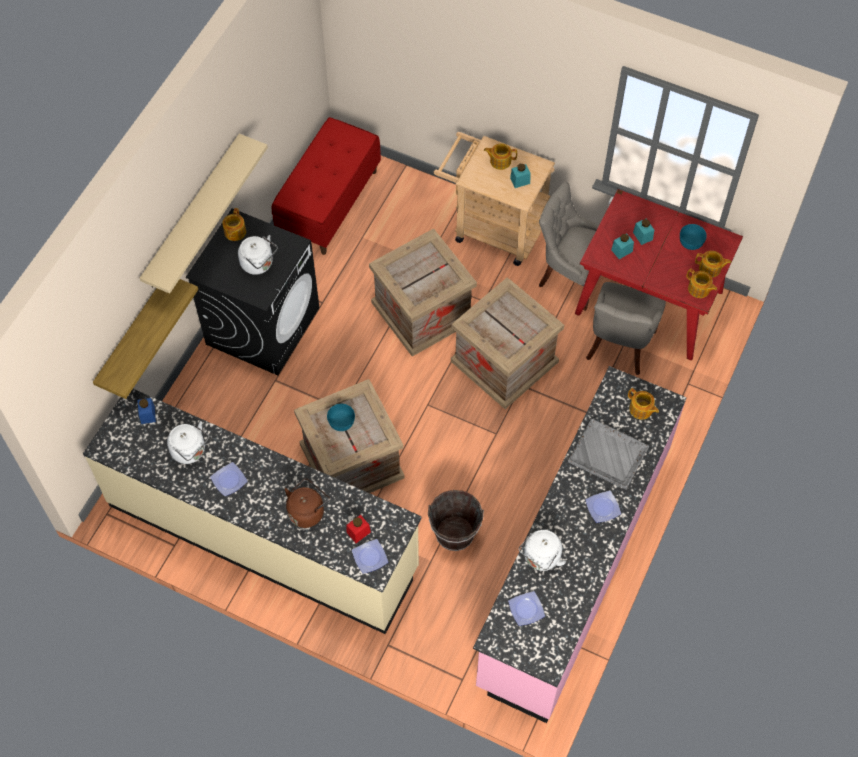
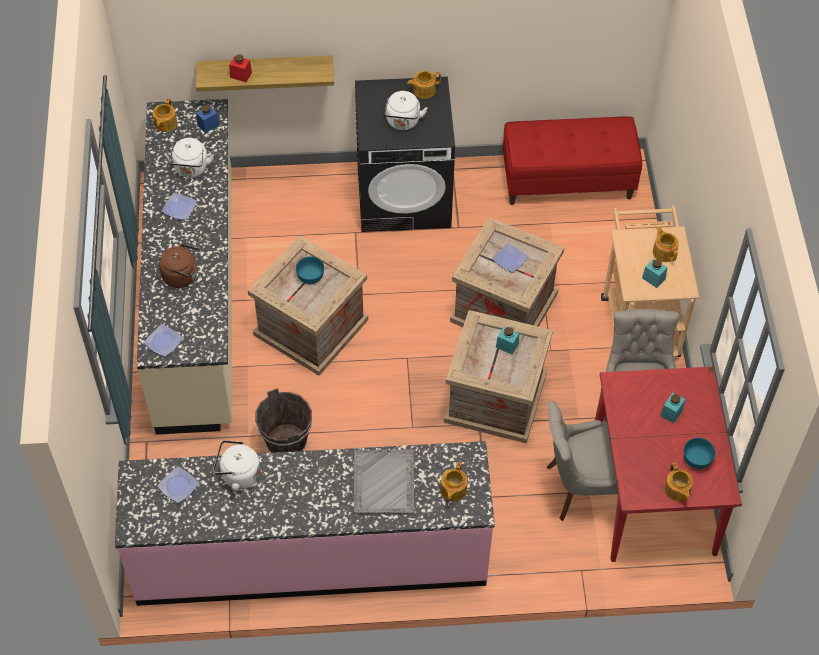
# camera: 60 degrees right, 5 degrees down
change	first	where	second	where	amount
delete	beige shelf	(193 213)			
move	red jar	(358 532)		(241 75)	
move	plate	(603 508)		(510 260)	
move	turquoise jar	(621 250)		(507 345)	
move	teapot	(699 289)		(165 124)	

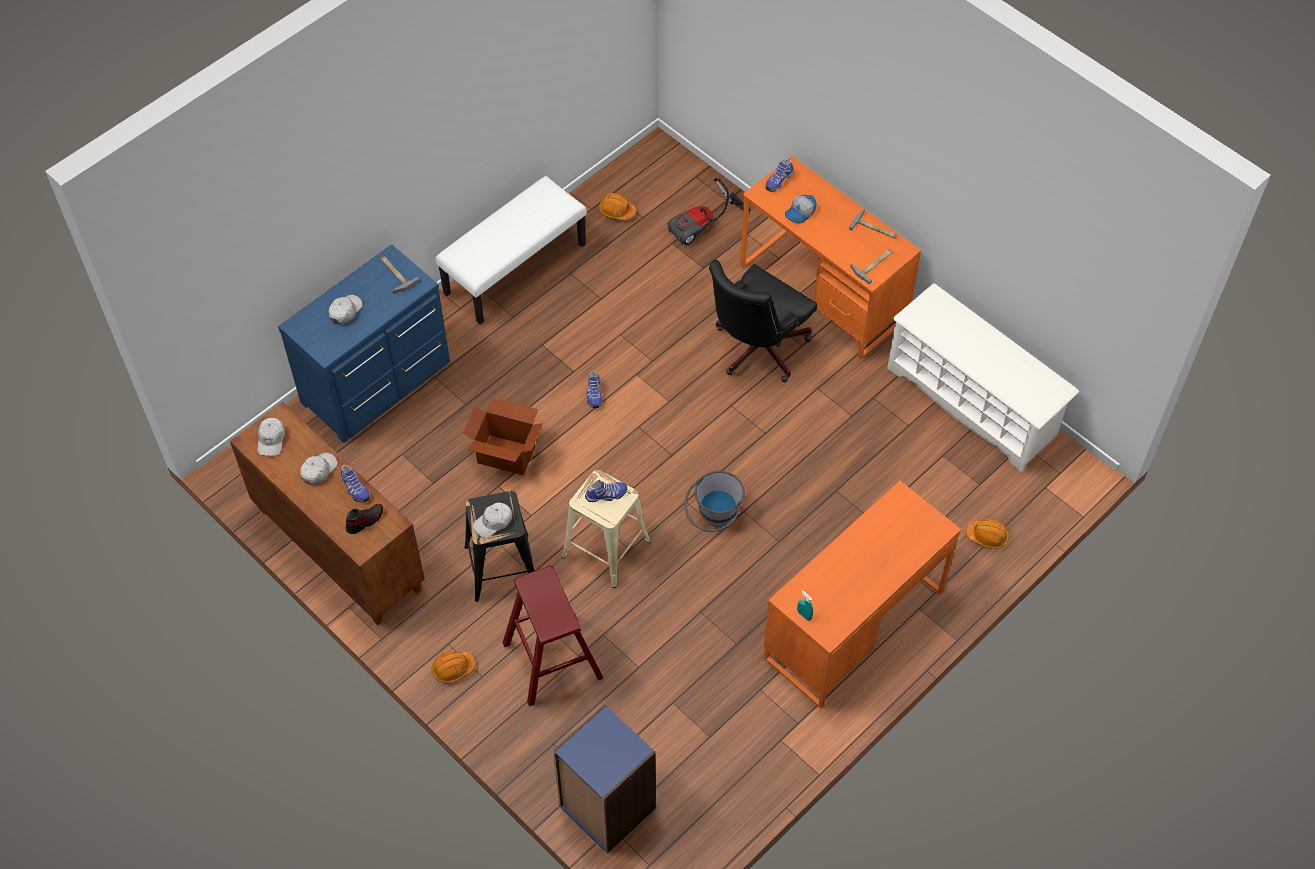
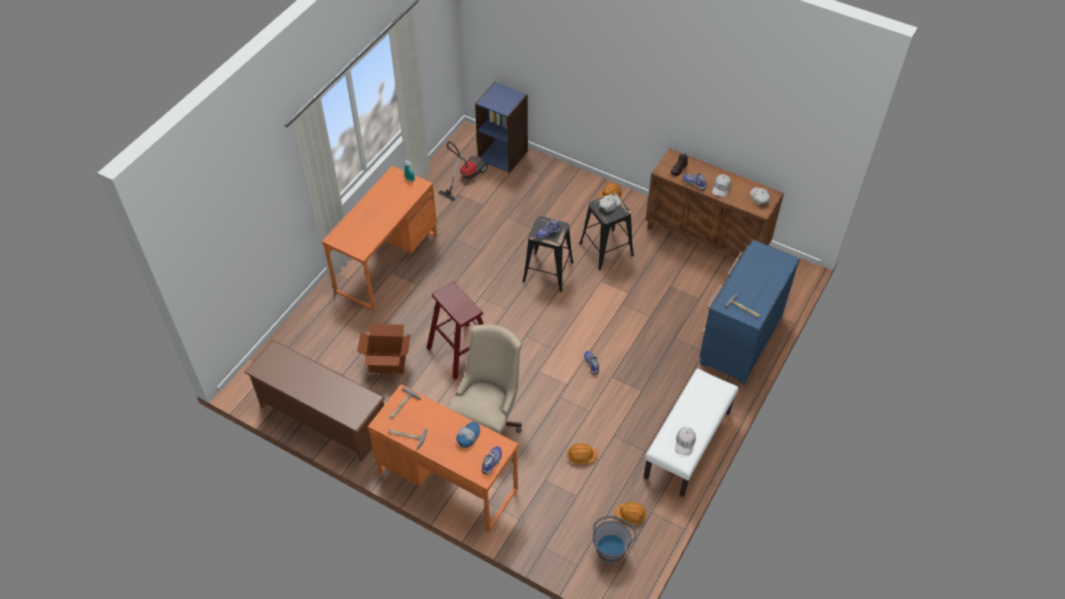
# camera: 165 degrees right, 5 degrees down
change	first	where	second	where	amount
move	white cap	(345 311)		(685 443)	
move	cardboard box	(506 454)		(387 363)	
move	red stool	(552 660)		(461 351)	
move	vacuum cleaner	(704 226)		(465 176)	
move	grey bucket	(714 518)		(611 547)	
move	orange hard hat	(987 536)		(581 456)	
recolor	beige stool	(605 549)	black stool	(548 271)	
recolor	black office chair	(756 350)	beige office chair	(488 421)	
recolor	white shoe rack	(973 402)	brown shoe rack	(323 417)	

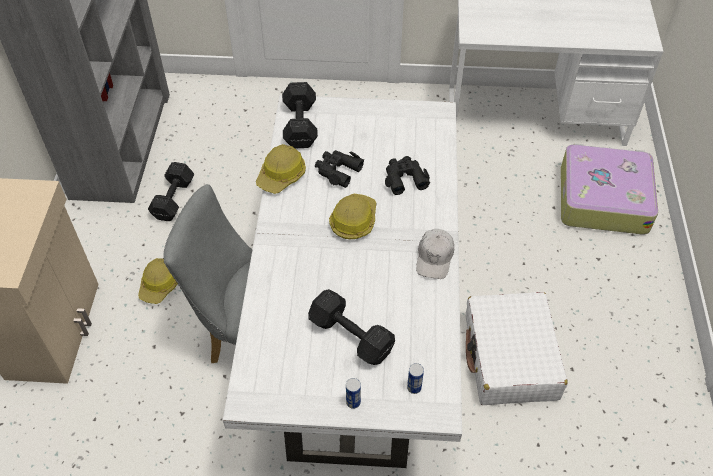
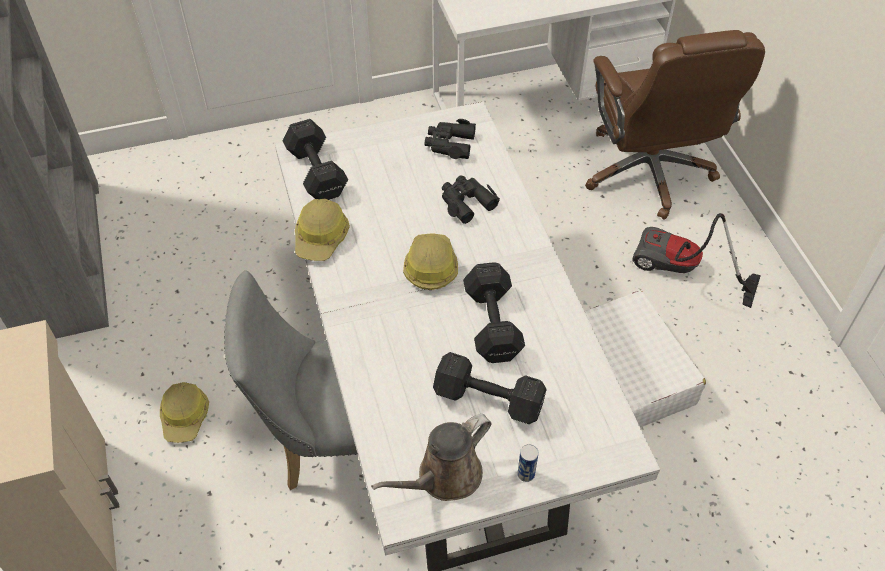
# camera: 20 degrees left, 0 degrees up
change	first	where	second	where	amount
delete	can	(414 388)			
delete	white cap	(434 258)			
insert			brown watering can	(444 477)	
insert			vacuum cleaner	(681 272)	
move	black dumbbell	(174 198)		(493 322)	
move	black binoculars	(337 171)		(449 144)	
replace	suitcase	(602 198)	brown office chair	(648 172)	

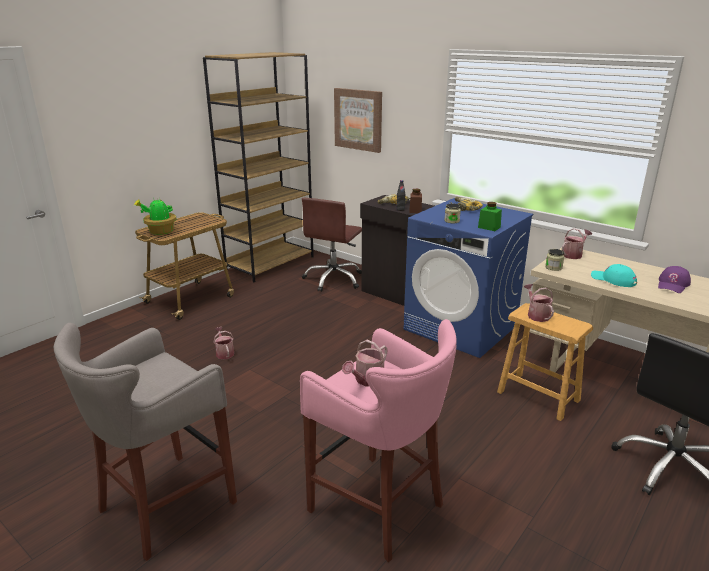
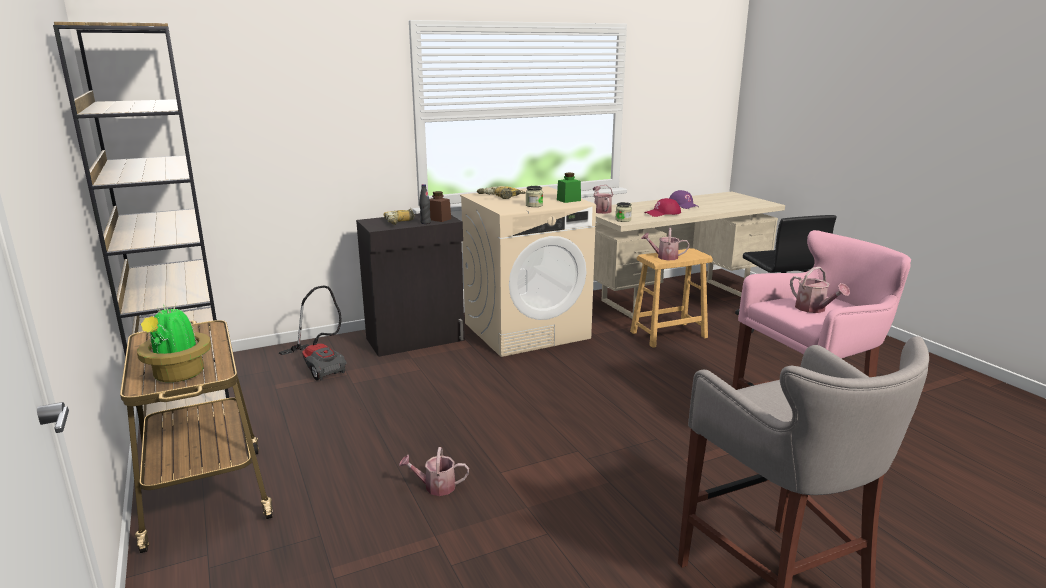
# camera: 65 degrees left, 5 degrees down
change	first	where	second	where	amount
delete	picture	(358 119)			
replace	brown office chair	(334 279)	vacuum cleaner	(320 365)	
recolor	blue washing machine	(461 327)	beige washing machine	(527 330)	
recolor	turquoise cap	(613 280)	red cap	(663 213)	

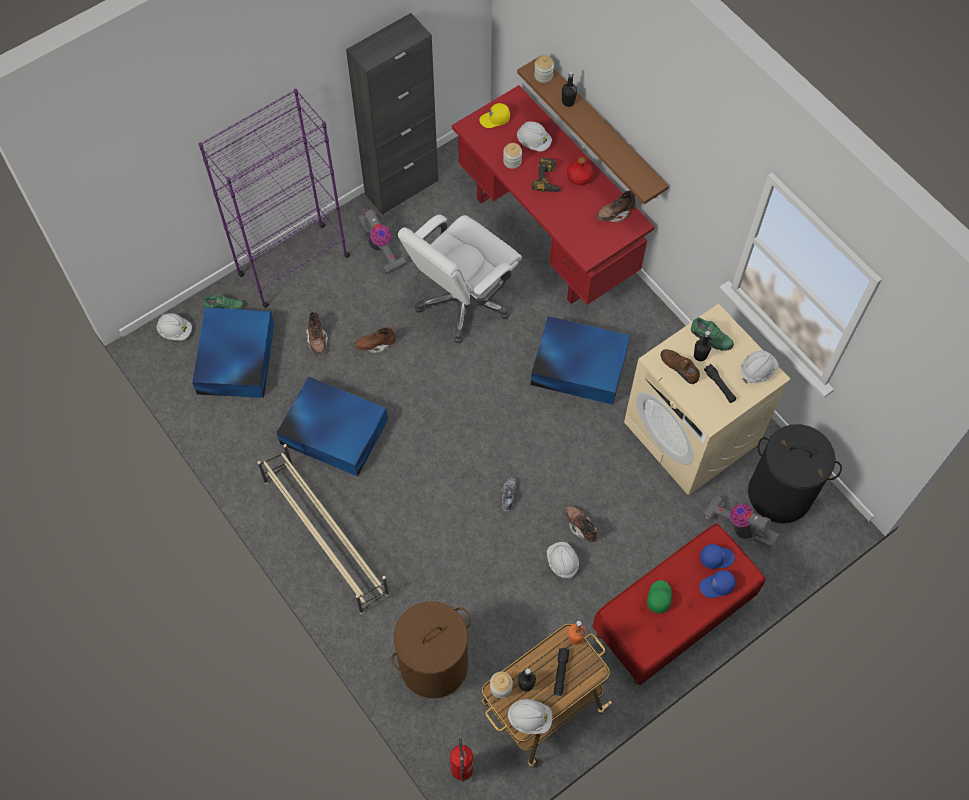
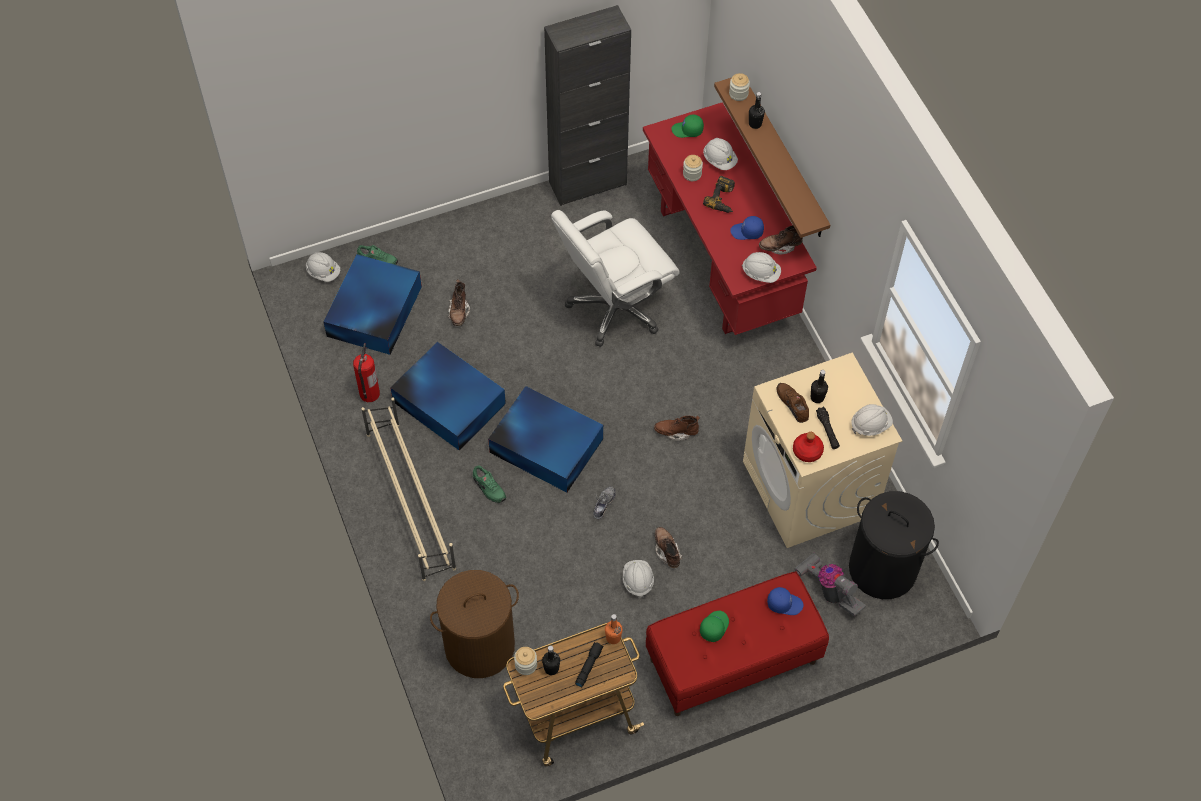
# camera: 15 degrees right, 5 degrees down
change	first	where	second	where	amount
delete	purple bookcase	(293 266)			
delete	vacuum cleaner	(381 248)			
move	brown boot	(376 344)		(676 432)	
move	fire extinguisher	(462 769)		(369 394)	
move	white hard hat	(530 718)		(761 273)	
move	blue storage box	(578 365)		(545 444)	
move	red bottle	(579 177)		(807 452)	
move	green shoe	(711 338)		(488 488)	
move	blue cap	(716 586)		(747 232)	
recolor	yellow cap	(495 119)	green cap	(687 130)	

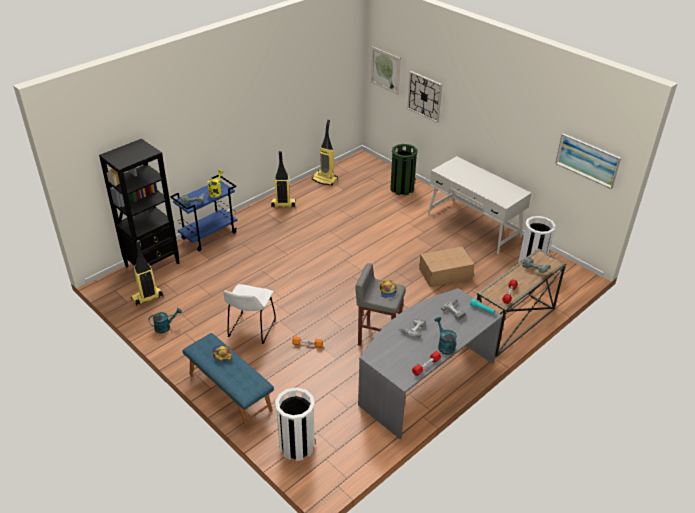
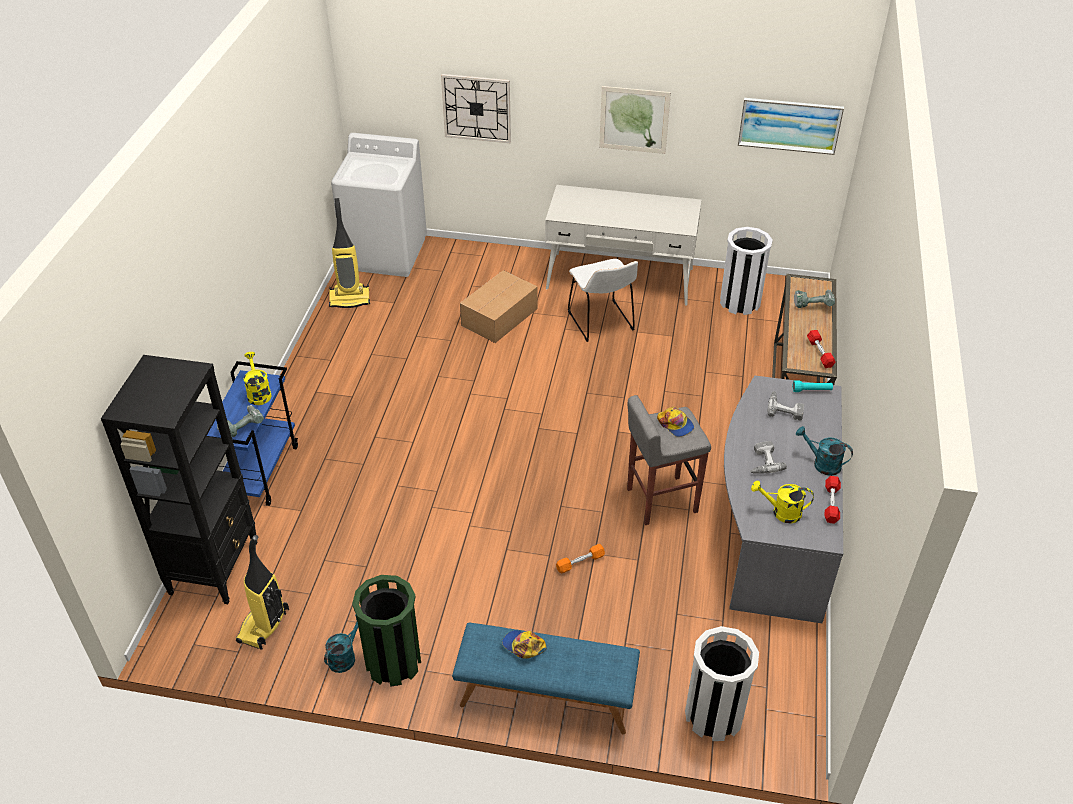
# camera: 35 degrees left, 5 degrees up
change	first	where	second	where	amount
delete	vacuum cleaner	(283 204)			
insert			white washing machine	(386 254)	
insert			yellow watering can	(781 512)	
move	white chair	(251 330)		(602 323)	
move	picture	(385 70)		(634 120)	
move	green trash can	(402 188)		(393 662)	
move	cardboard box	(446 274)		(500 316)	

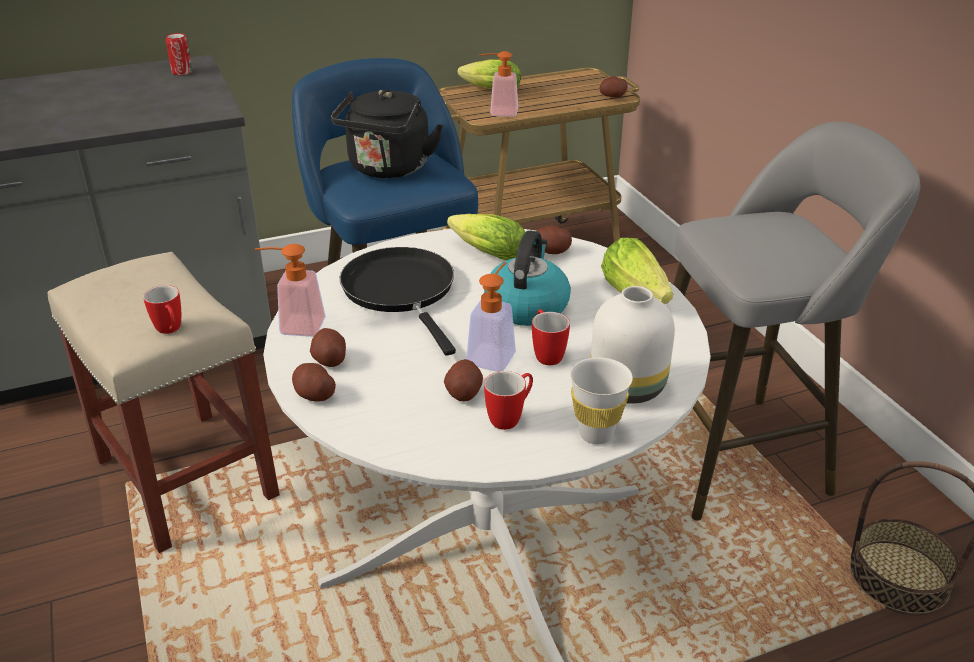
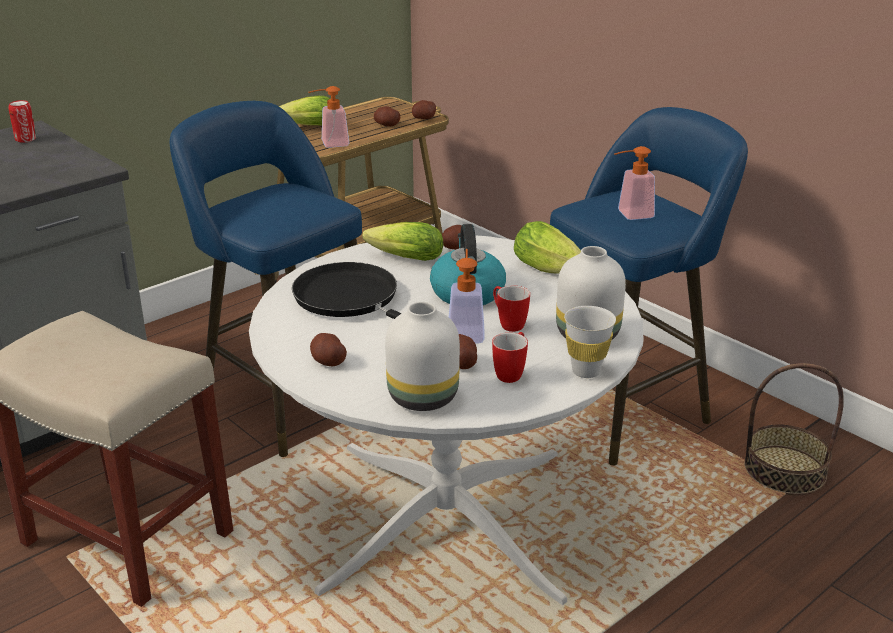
# camera: 20 degrees left, 5 degrees down
change	first	where	second	where	amount
delete	mug	(170 331)			
delete	black kettle	(388 169)			
insert			white vase	(422 399)	
move	soap dispenser	(294 326)		(629 215)	
move	potato	(314 395)		(387 125)	
recolor	grey stool	(741 453)	blue stool	(624 407)	

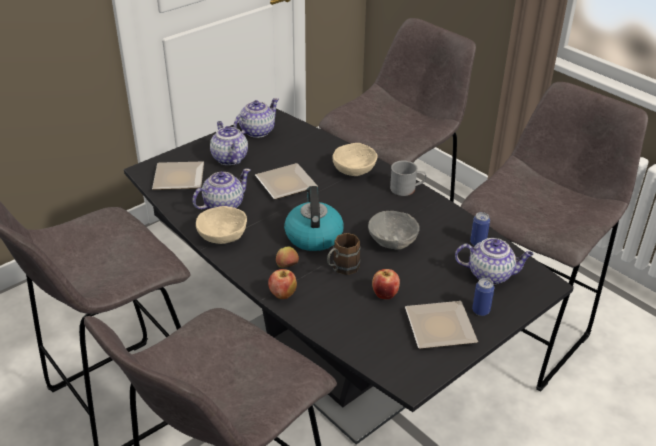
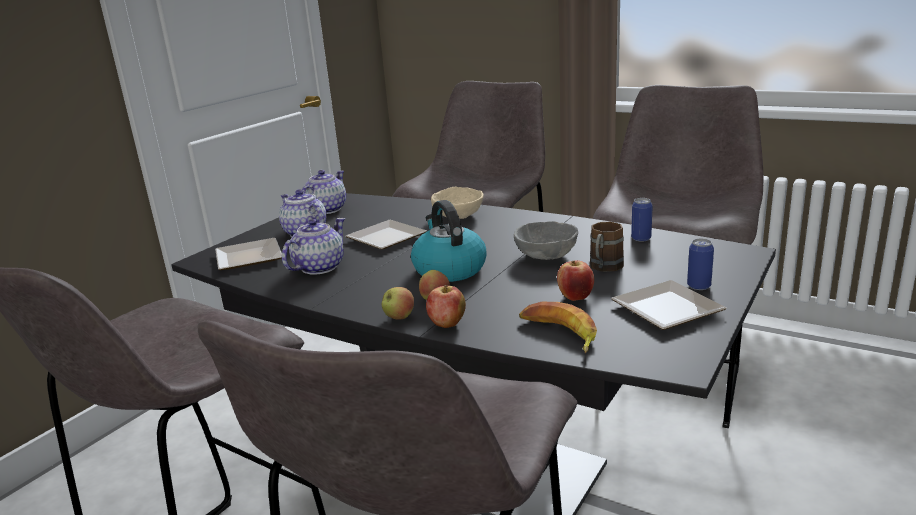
# camera: 15 degrees left, 15 degrees down
change	first	where	second	where	amount
delete	beige bowl	(222 237)			
delete	grey mug	(407 189)			
delete	teapot	(491 274)			
insert			apple	(399 318)	
insert			banana	(559 333)	
move	brown mug	(341 269)		(604 268)	

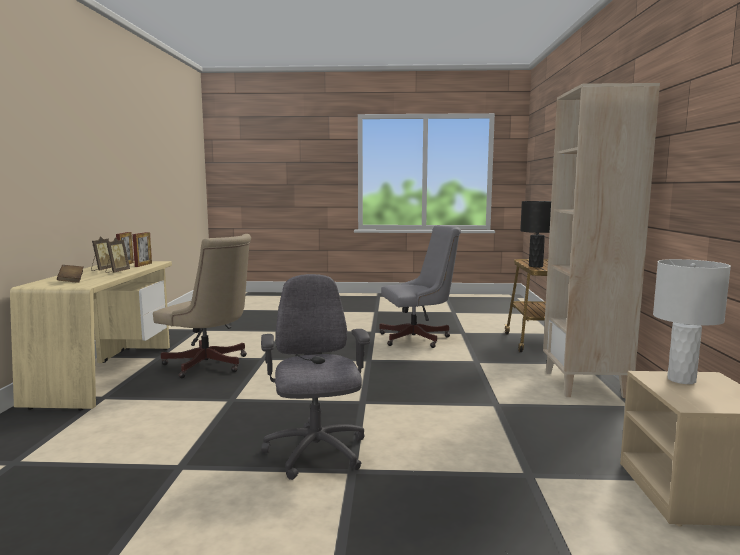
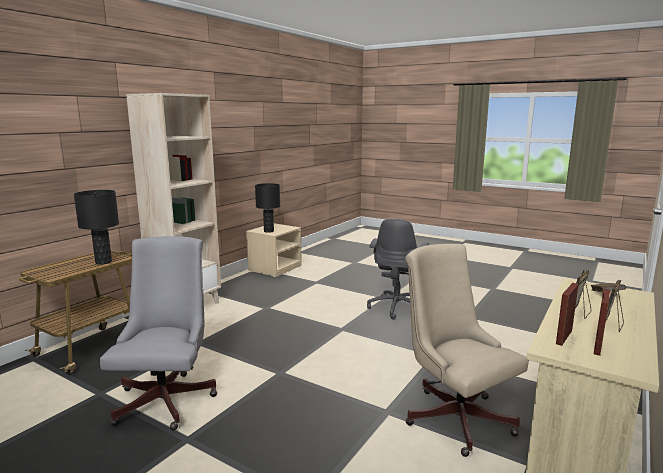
# camera: 150 degrees left, 5 degrees up
change	first	where	second	where	amount
recolor	white table lamp	(681 380)	black table lamp	(268 231)	
rotate	grey office chair	(419 338)		(168 397)	75 degrees clockwise

